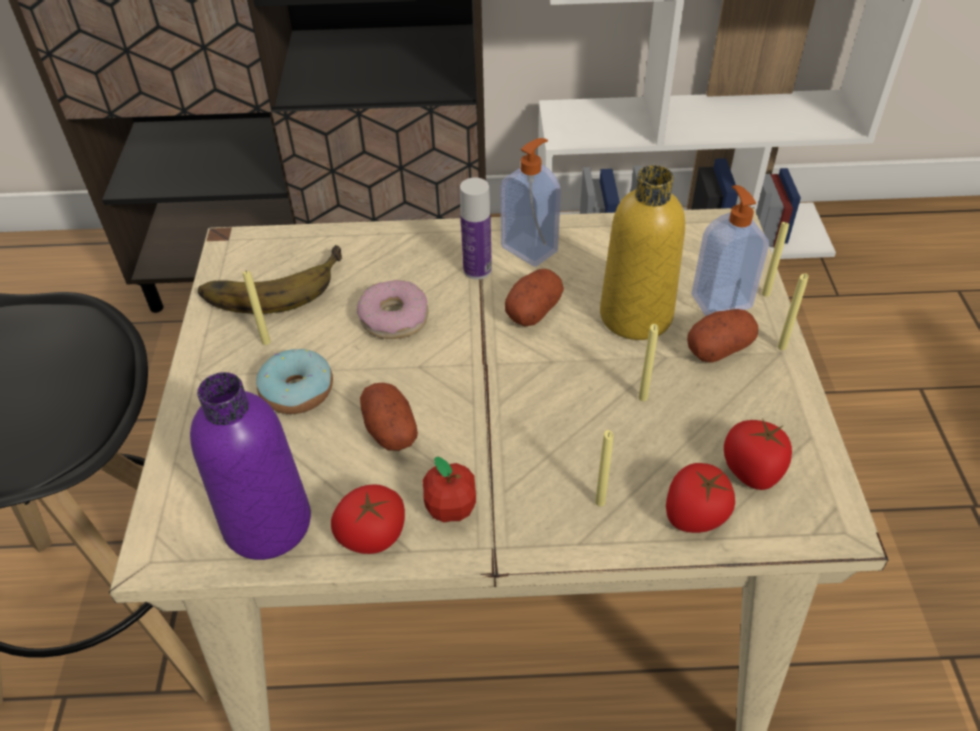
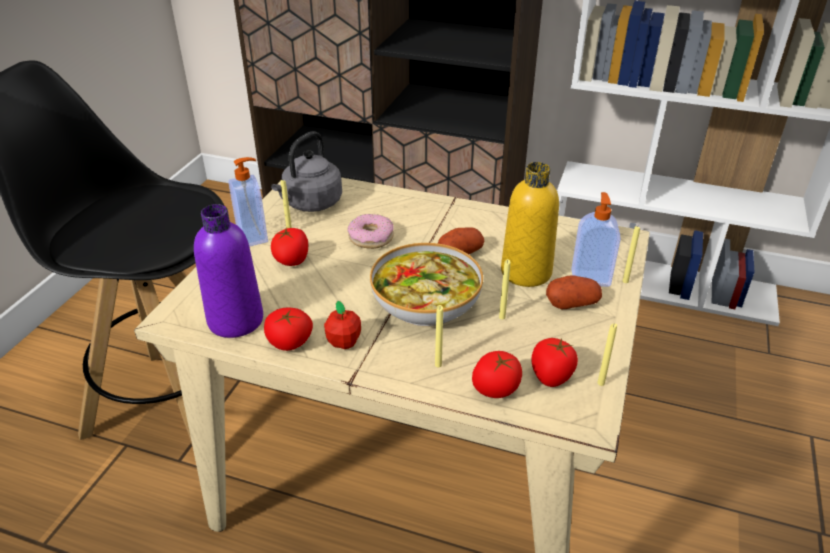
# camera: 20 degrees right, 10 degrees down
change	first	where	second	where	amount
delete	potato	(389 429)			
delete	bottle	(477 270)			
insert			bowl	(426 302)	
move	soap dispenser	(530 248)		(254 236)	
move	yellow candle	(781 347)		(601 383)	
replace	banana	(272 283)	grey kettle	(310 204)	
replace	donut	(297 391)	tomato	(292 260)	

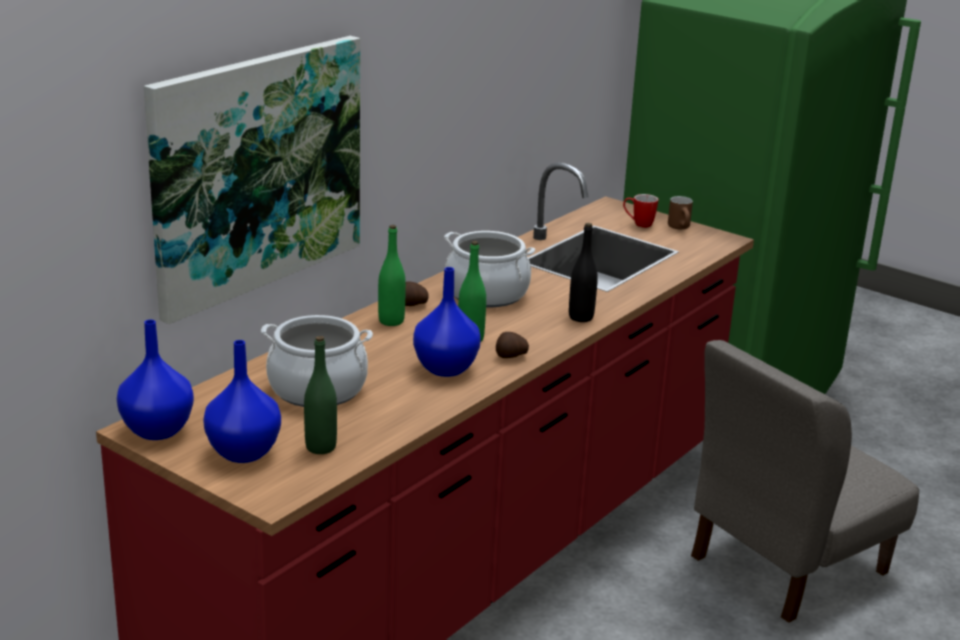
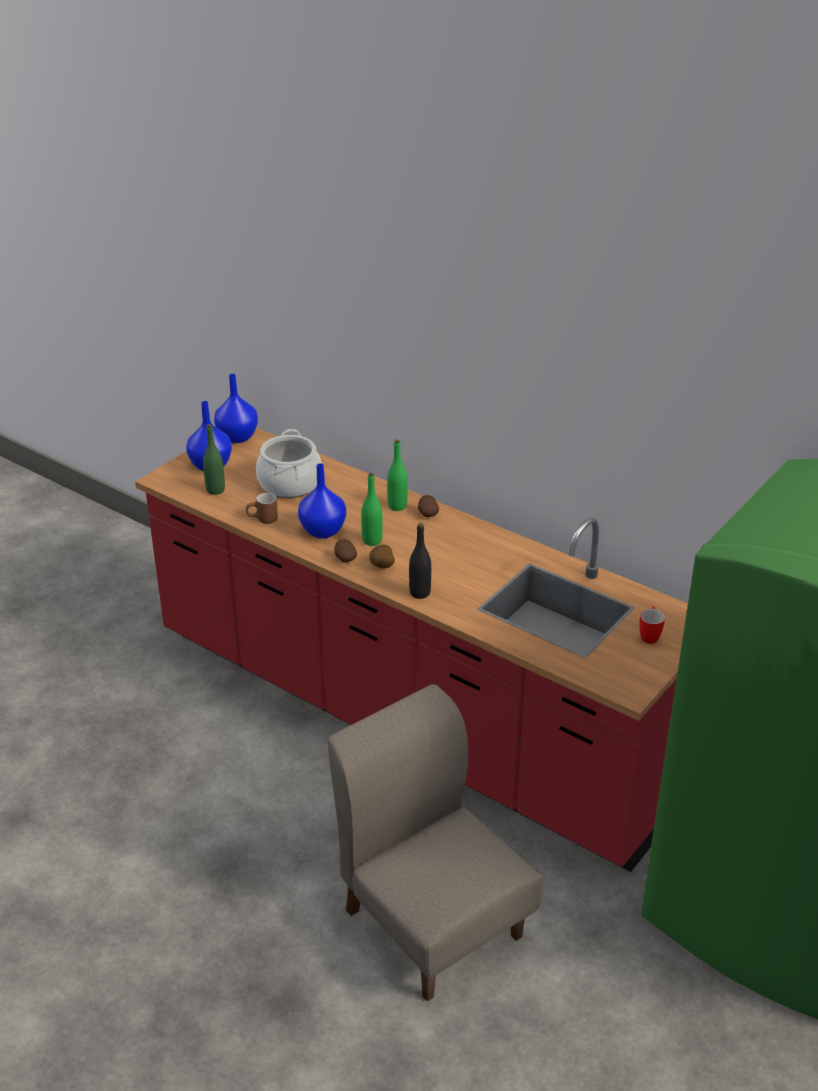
# camera: 90 degrees right, 10 degrees up
change	first	where	second	where	amount
delete	picture	(256 172)			
delete	cooking pot	(486 293)			
insert			potato	(381 567)	
move	brown mug	(681 228)		(263 520)	

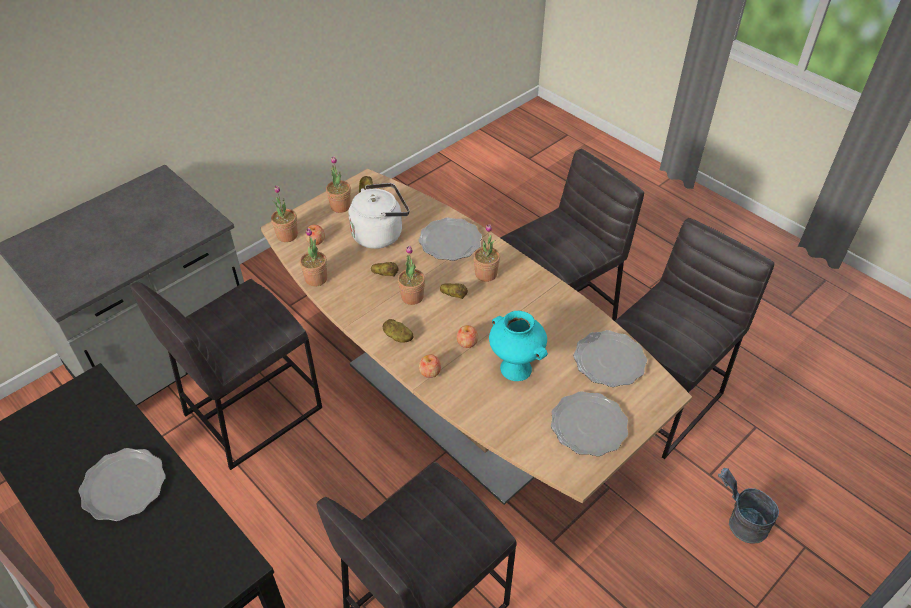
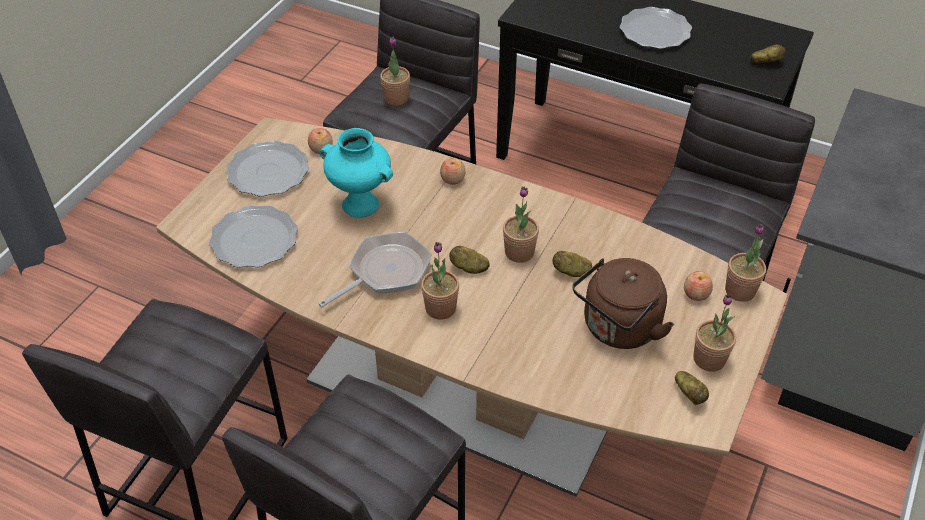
# camera: 160 degrees right, 0 degrees up
change	first	where	second	where	amount
delete	plate	(450 242)			
delete	grey bucket	(740 522)			
insert			frying pan	(385 272)	
move	potted plant	(316 279)		(396 98)	
move	potato	(398 337)		(766 62)	
move	apple	(467 342)		(321 148)	
recolor	white kettle	(380 234)	brown kettle	(618 329)	

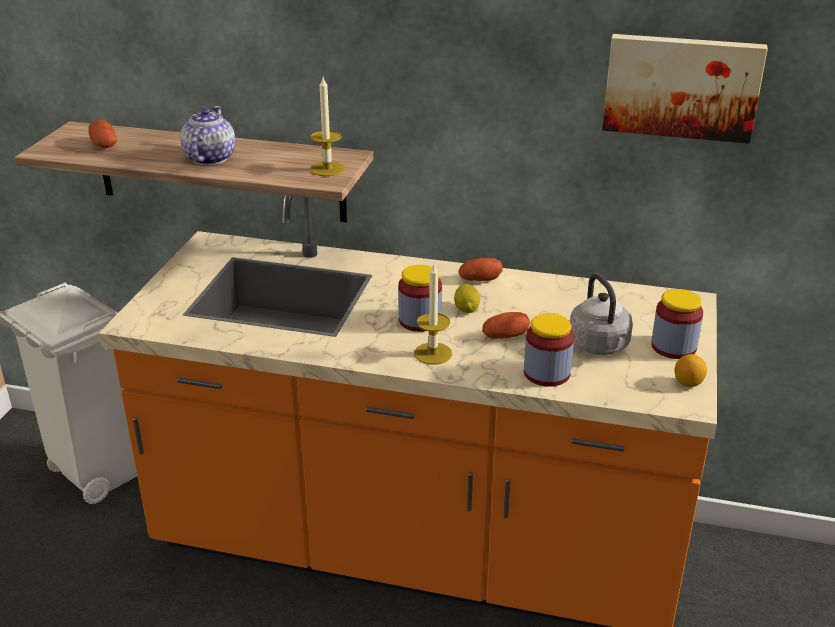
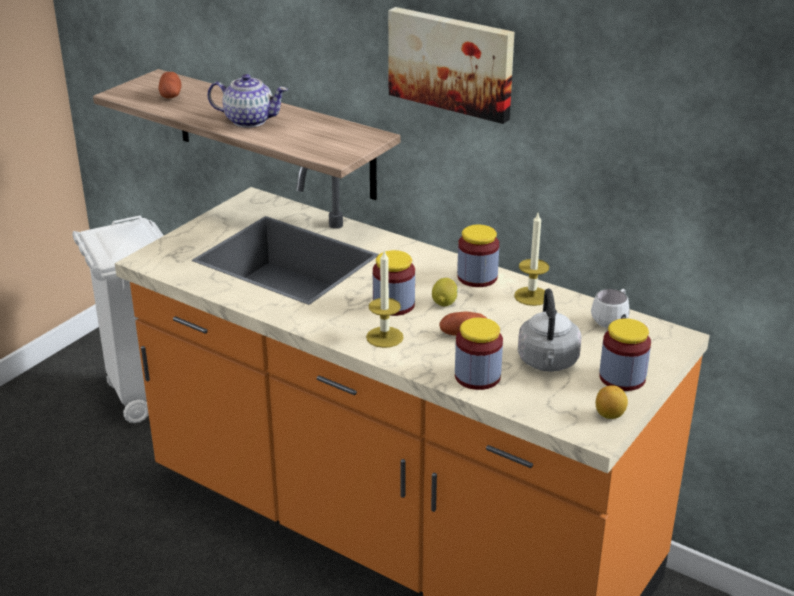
# camera: 20 degrees right, 0 degrees up
change	first	where	second	where	amount
insert			white mug	(611 320)	
move	candle	(327 169)		(531 296)	
move	picture	(681 86)		(452 62)	
replace	potato	(480 280)	jar	(477 277)	
rotate	teapot	(209 158)		(249 120)	75 degrees clockwise

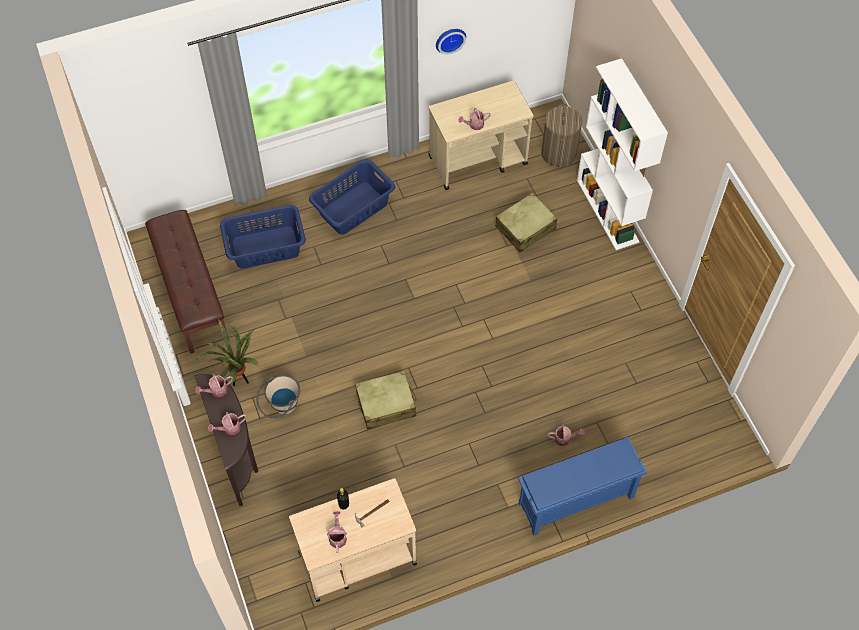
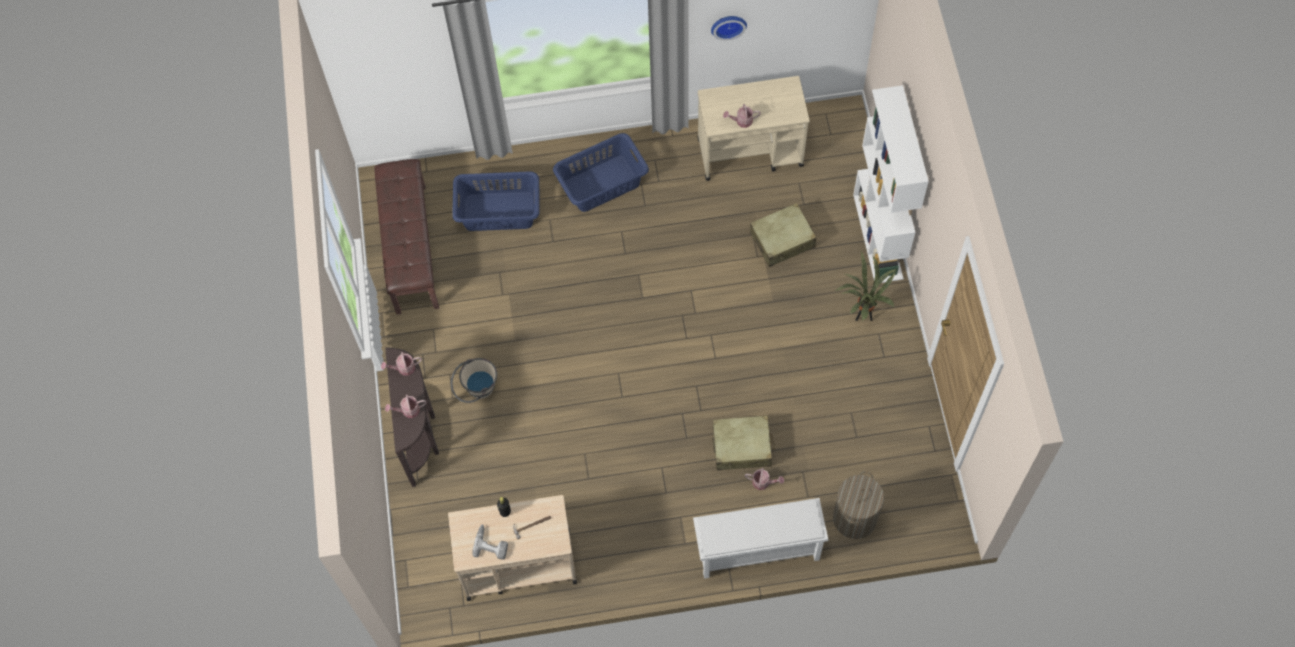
# camera: 15 degrees right, 5 degrees up
change	first	where	second	where	amount
move	potted plant	(239 380)		(862 316)	
move	beige suitcase	(386 404)		(742 447)	
move	laundry basket	(558 153)		(854 518)	
replace	watering can	(337 537)	power drill	(491 543)	
recolor	blue shoe rack	(575 501)	white shoe rack	(757 551)	

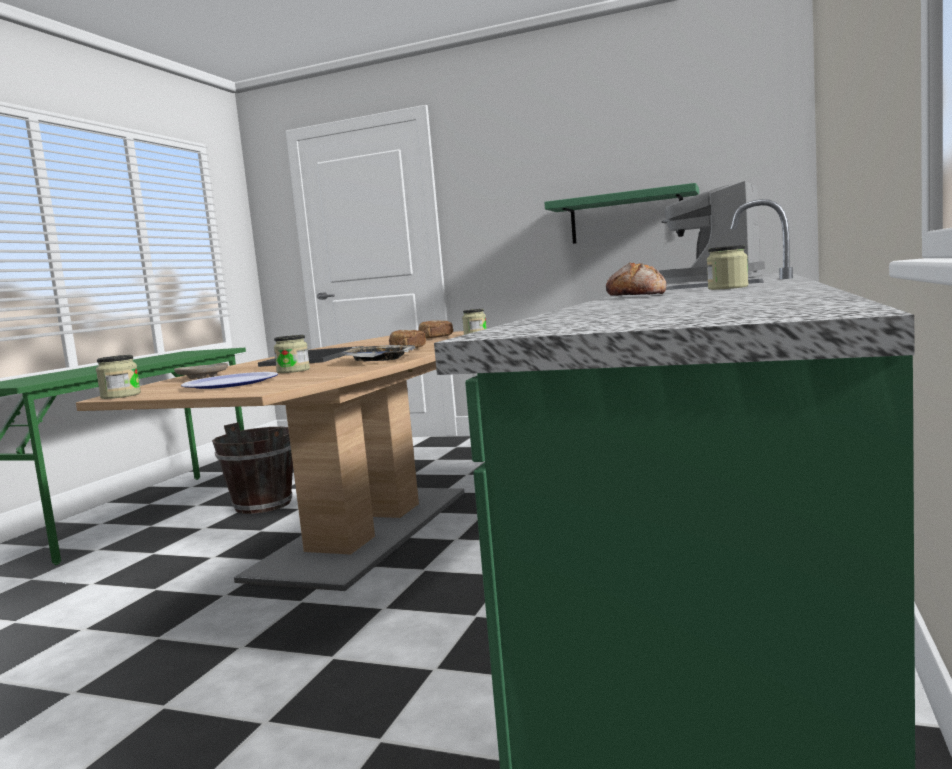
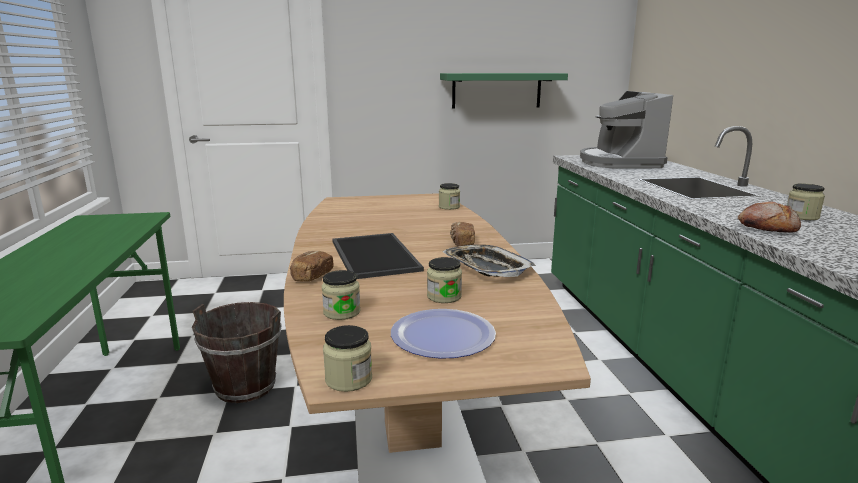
# camera: 30 degrees left, 10 degrees up
change	first	where	second	where	amount
move	bread	(436 337)		(311 276)	
replace	beige plate	(203 377)	jar	(342 312)	

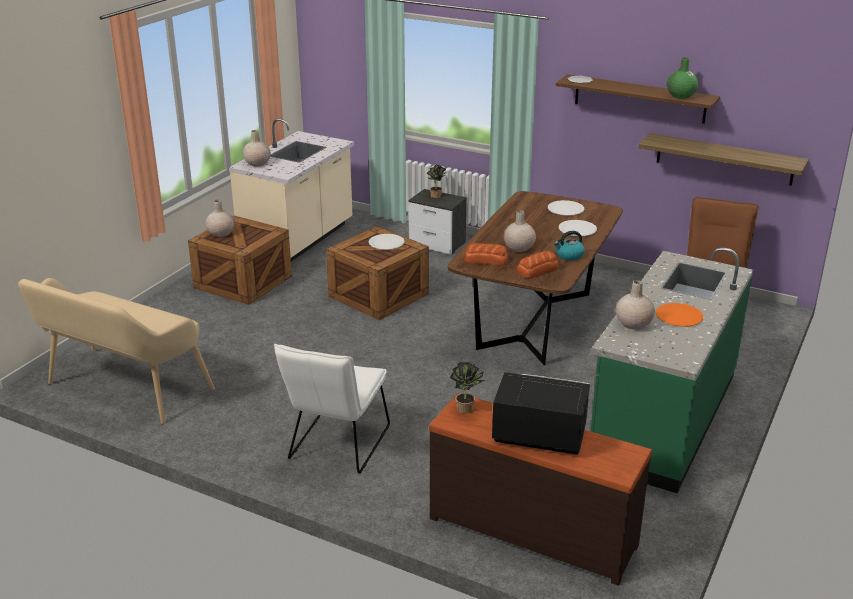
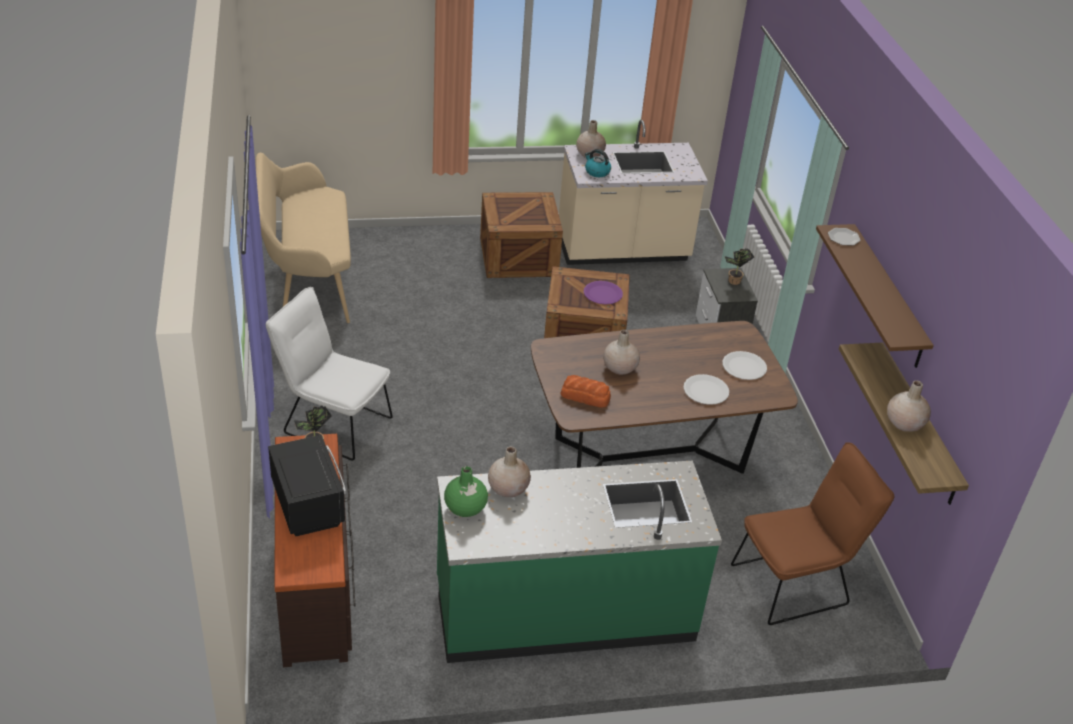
# camera: 50 degrees right, 10 degrees up
change	first	where	second	where	amount
delete	bread	(485 260)			
delete	orange plate	(679 316)			
move	beige vase	(220 233)		(904 423)	
move	kettle	(569 255)		(597 172)	
move	green vase	(680 96)		(465 508)	
recolor	white plate	(386 243)	purple plate	(603 294)	
rotate	white chair	(336 447)		(332 423)	45 degrees clockwise

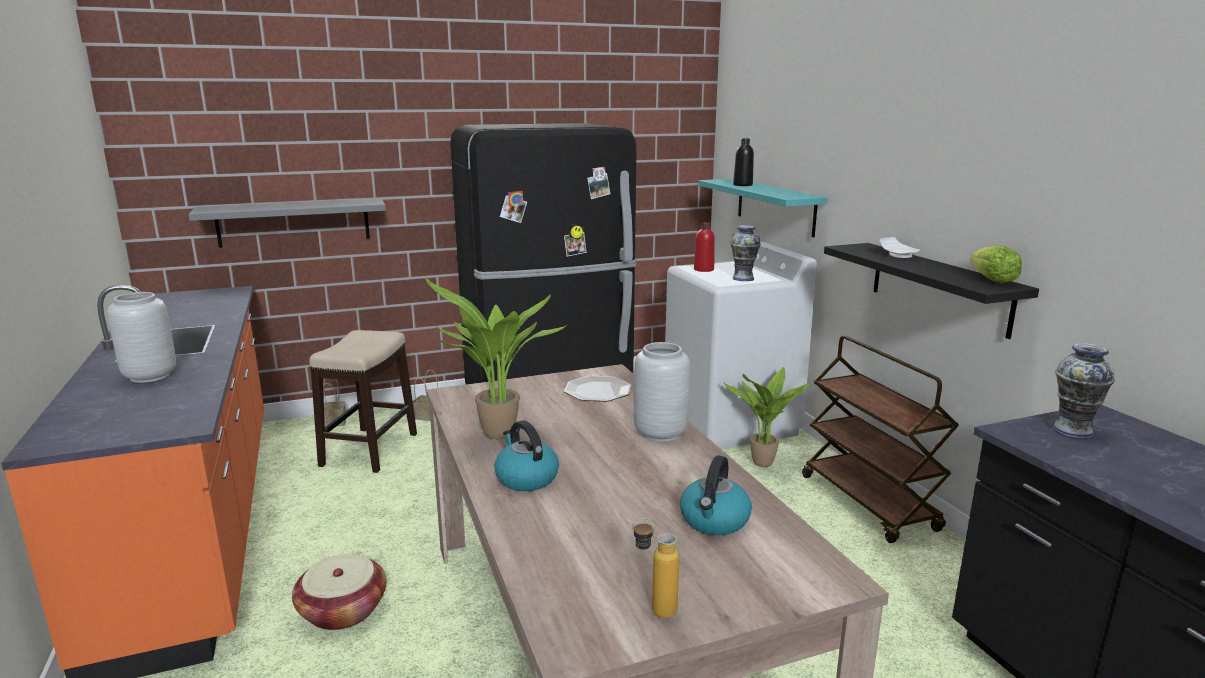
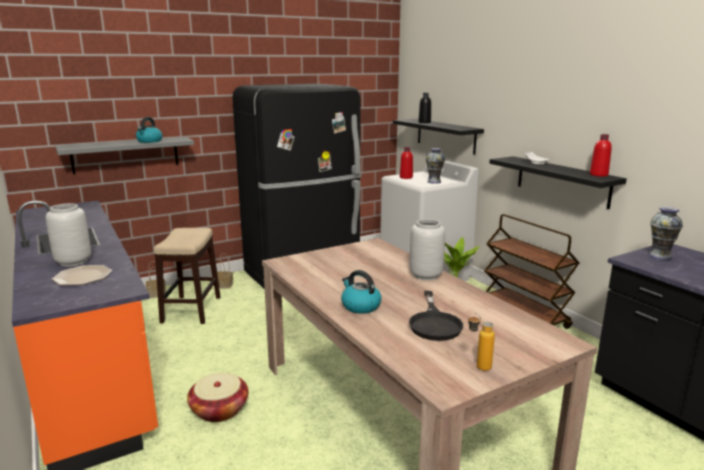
# camera: 10 degrees left, 0 degrees up
change	first	where	second	where	amount
delete	potted plant	(497 436)			
insert			black frying pan	(434 323)	
move	plate	(598 390)		(83 276)	
move	kettle	(714 521)		(149 141)	
replace	lettuce	(992 280)	red bottle	(598 175)	
recolor	turquoise shelf	(775 206)	black shelf	(445 135)	

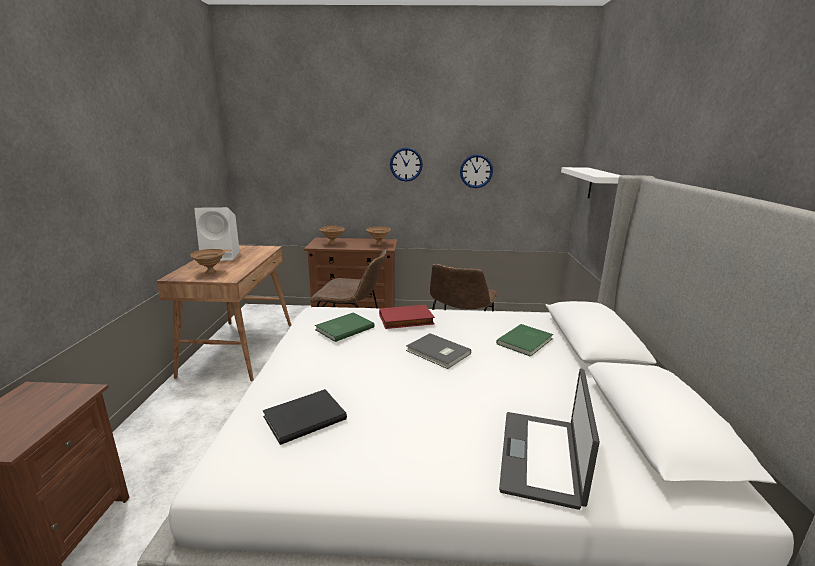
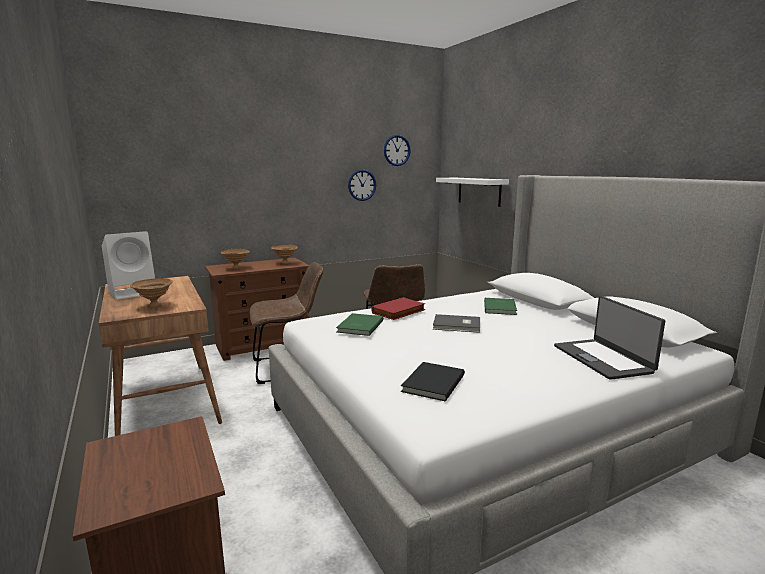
# camera: 30 degrees left, 5 degrees down
change	first	where	second	where	amount
move	wall clock	(406 164)		(396 150)	

